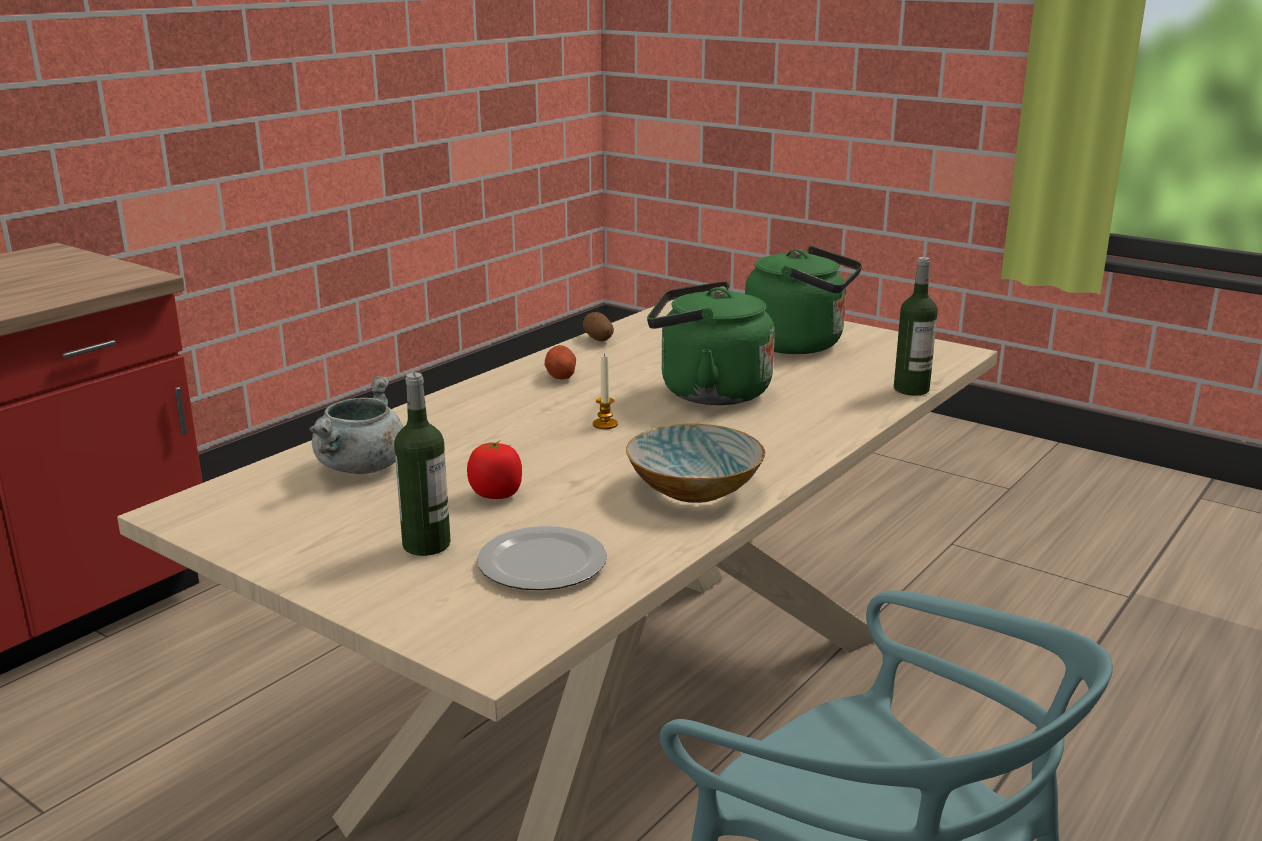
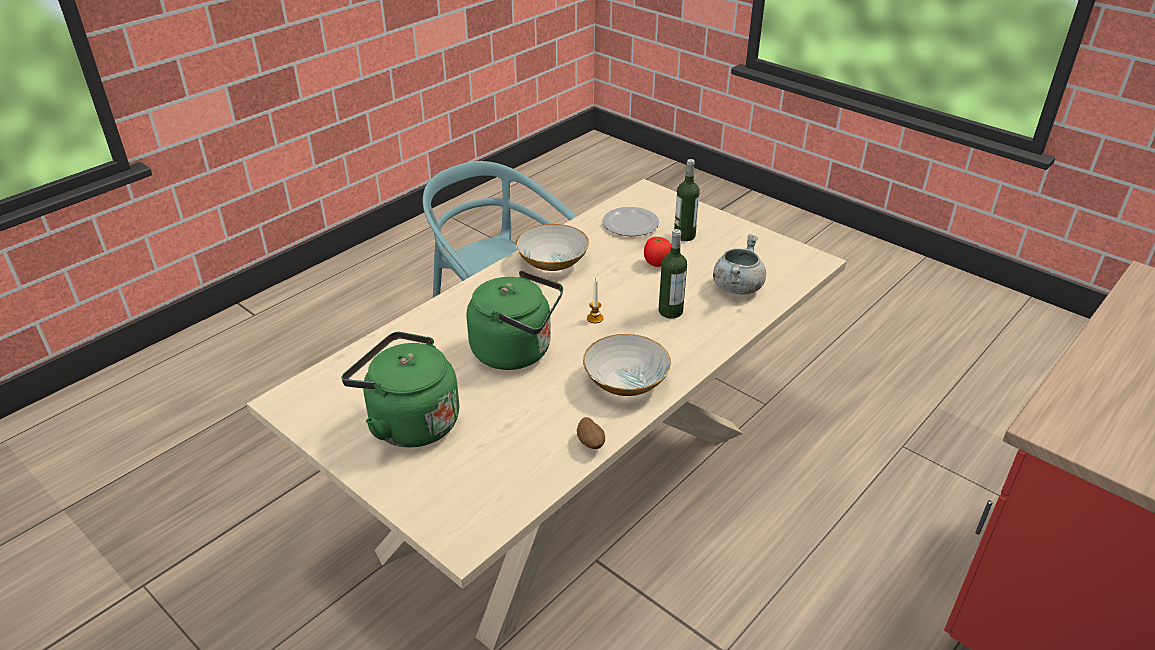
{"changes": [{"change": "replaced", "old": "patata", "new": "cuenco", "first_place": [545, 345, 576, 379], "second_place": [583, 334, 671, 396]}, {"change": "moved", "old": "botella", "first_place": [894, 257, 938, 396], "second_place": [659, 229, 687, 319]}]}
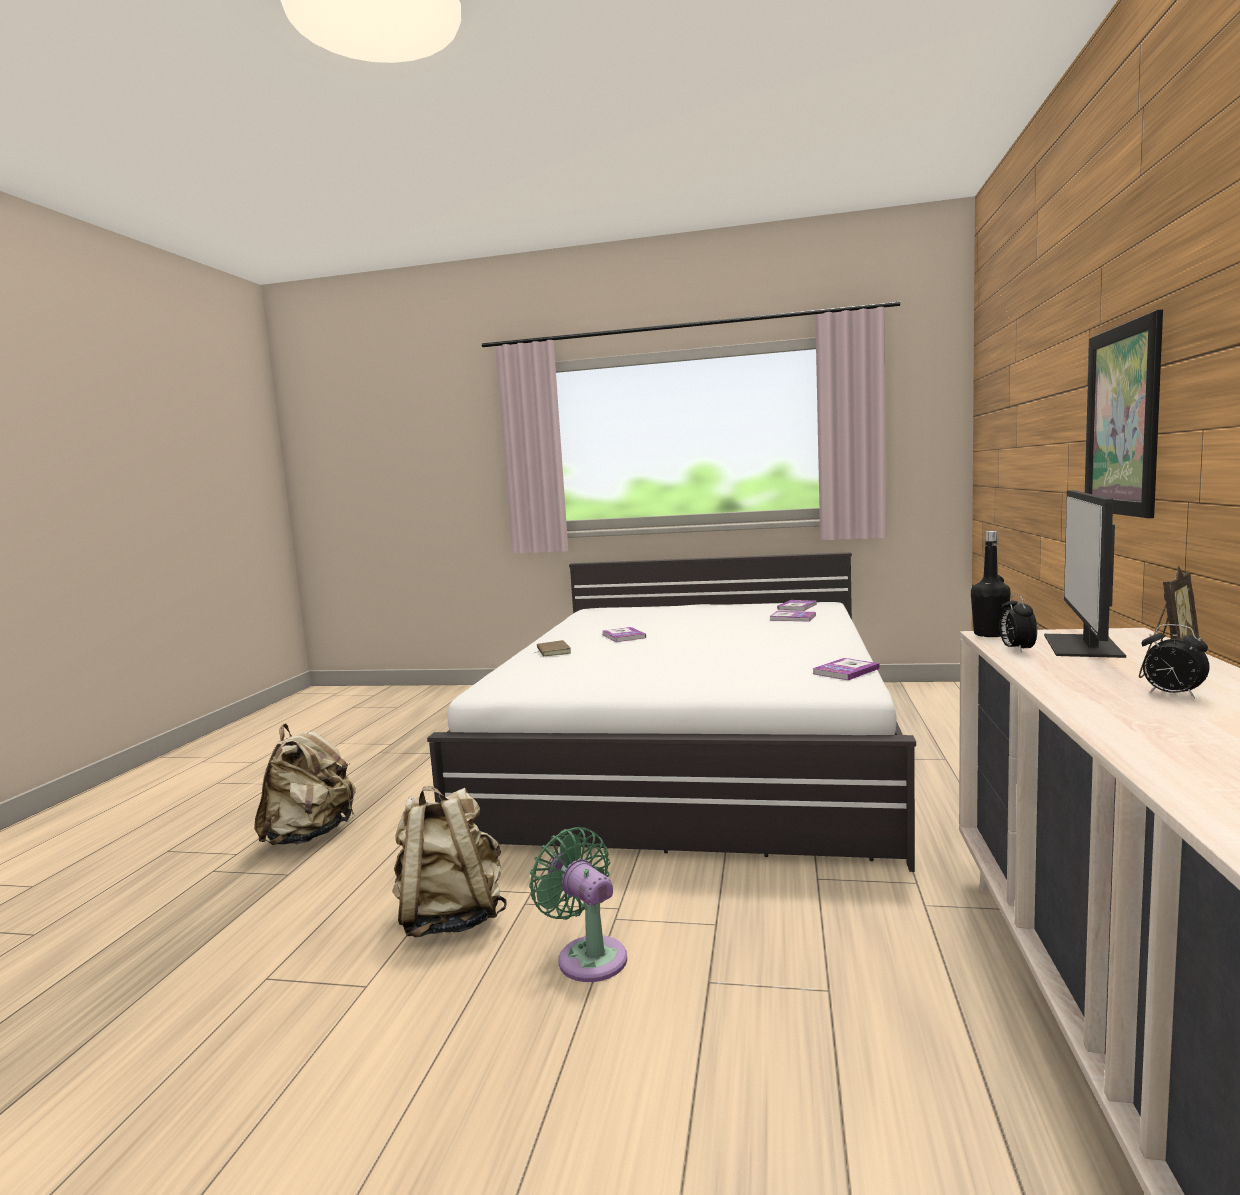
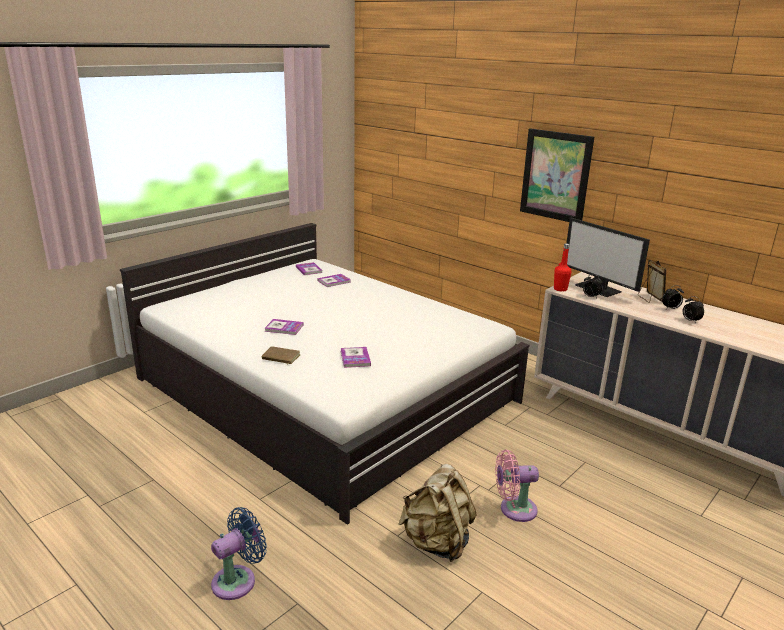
{"changes": [{"change": "replaced", "old": "mochila (beis)", "new": "ventilador (azul)", "first_place": [254, 724, 356, 845], "second_place": [211, 507, 267, 600]}, {"change": "recoloured", "old": "ventilador (verde)", "new": "ventilador (rosa)", "first_place": [529, 827, 627, 982], "second_place": [495, 450, 539, 522]}, {"change": "moved", "old": "libro", "first_place": [812, 658, 879, 680], "second_place": [341, 347, 371, 368]}, {"change": "recoloured", "old": "botella (negro)", "new": "botella (rojo)", "first_place": [971, 531, 1011, 637], "second_place": [554, 243, 572, 292]}, {"change": "added", "new": "despertador", "second_place": [682, 296, 704, 324]}]}
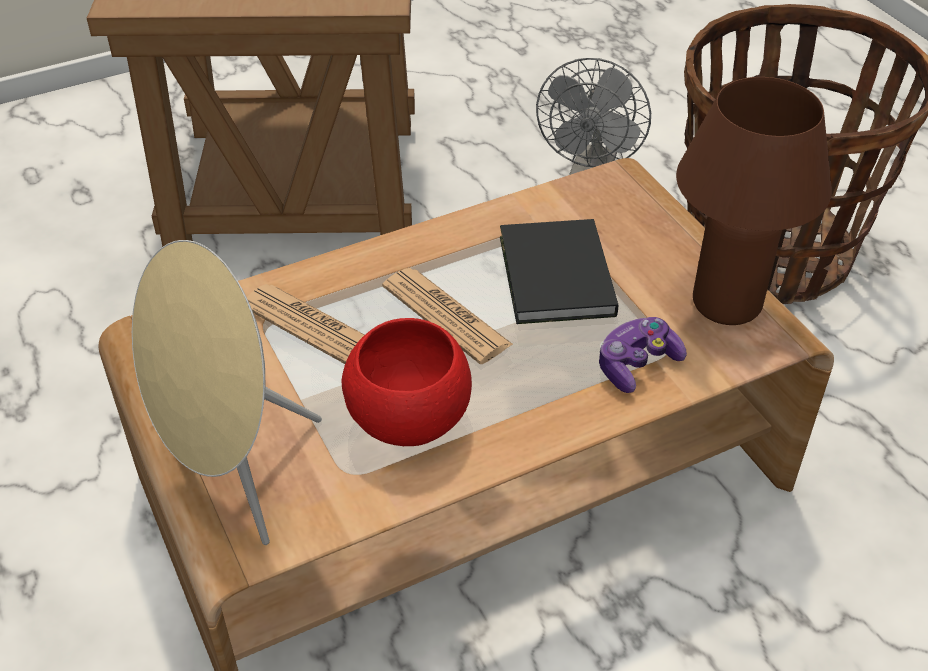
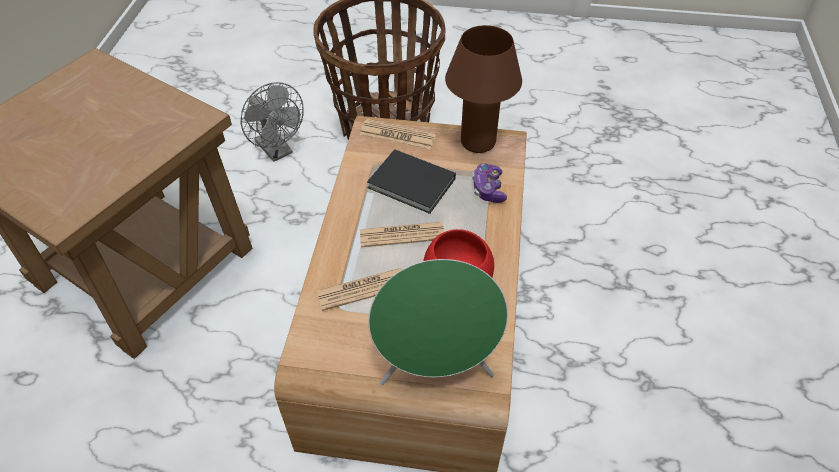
{"changes": [{"change": "recoloured", "old": "altavoz (beis)", "new": "altavoz (verde)", "first_place": [132, 240, 322, 545], "second_place": [368, 259, 508, 386]}, {"change": "added", "new": "periódico", "second_place": [360, 119, 436, 149]}]}
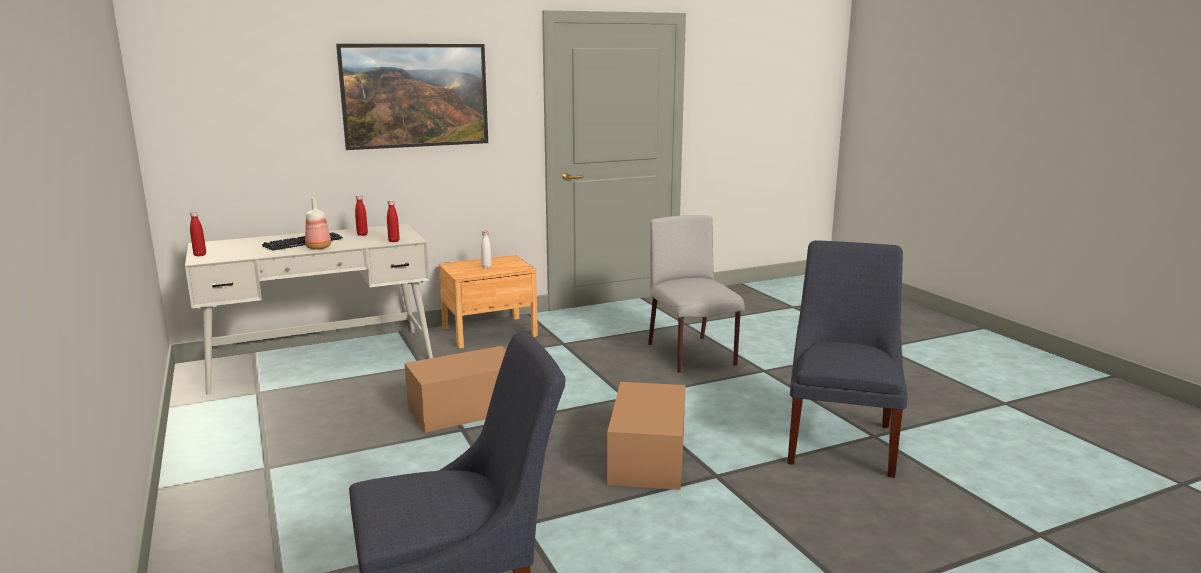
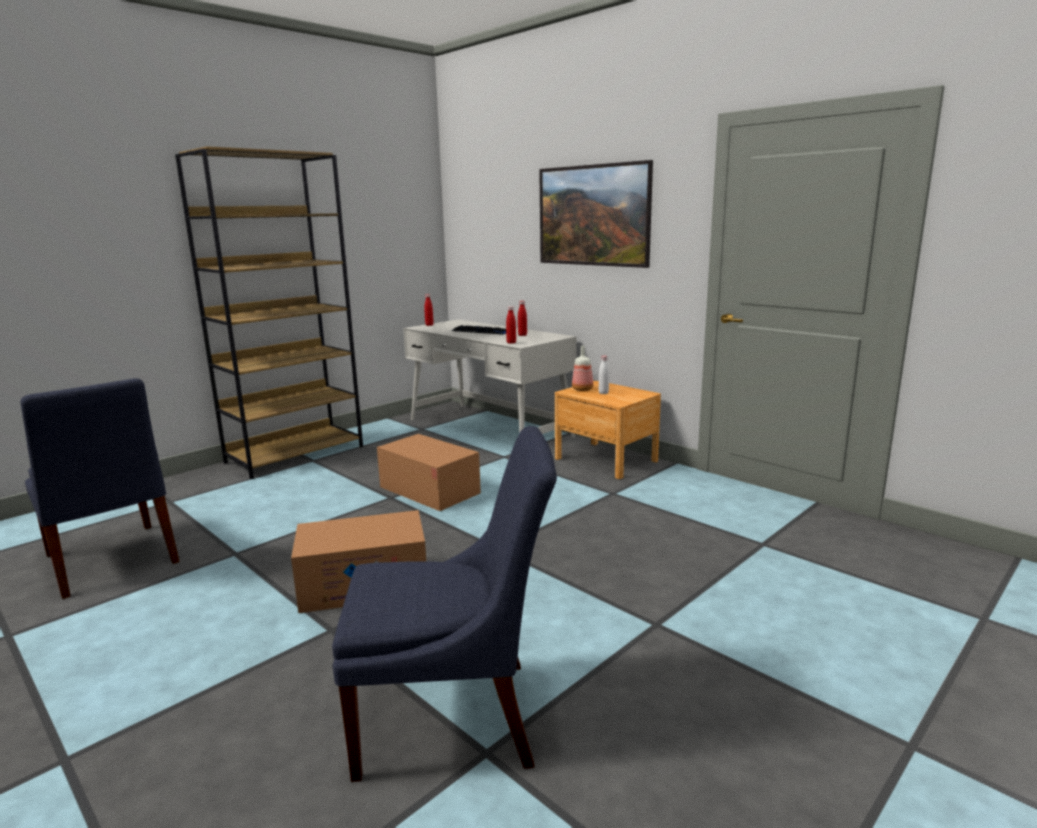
{"changes": [{"change": "moved", "old": "botella", "first_place": [305, 198, 331, 250], "second_place": [572, 346, 593, 391]}, {"change": "removed", "old": "silla (gris)", "first_place": [648, 215, 745, 373]}, {"change": "added", "new": "estantería (marrón)", "second_place": [175, 146, 363, 479]}]}
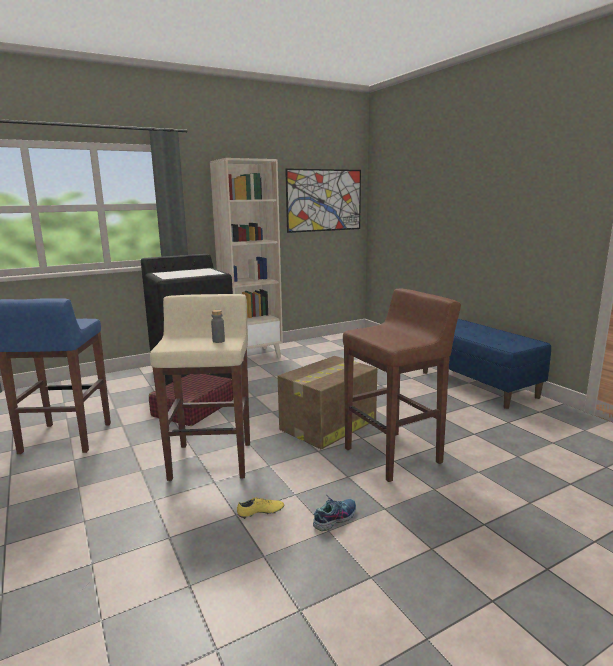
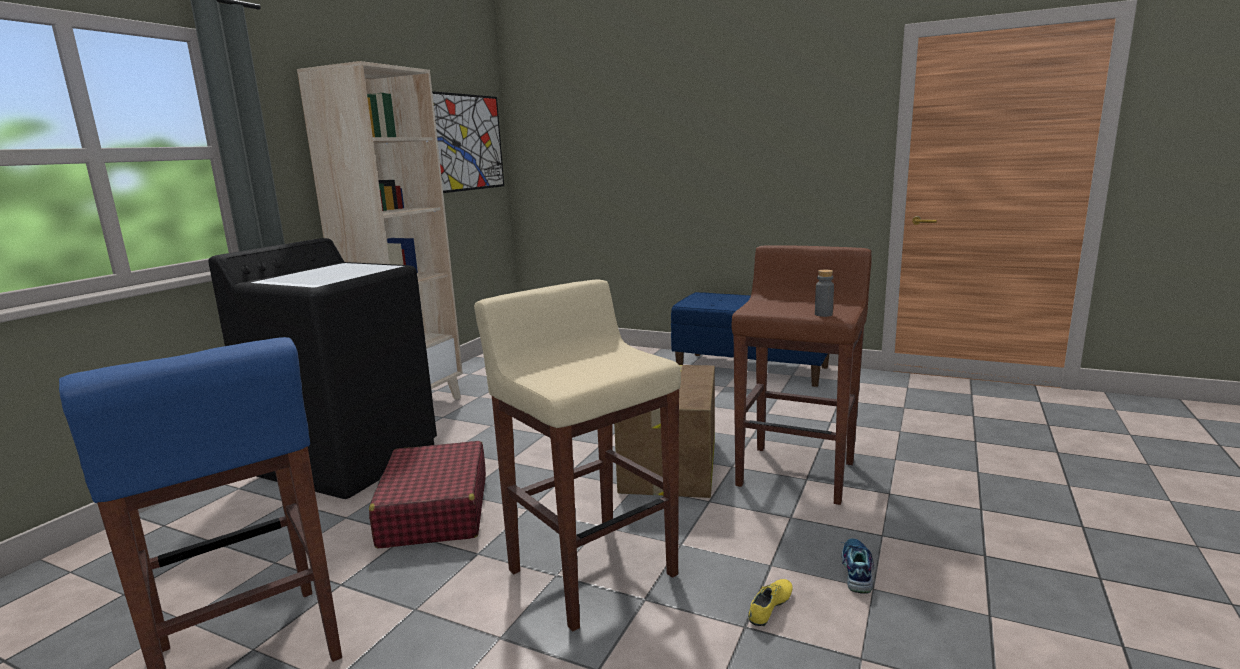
{"changes": [{"change": "moved", "old": "botella (gris)", "first_place": [211, 310, 225, 343], "second_place": [815, 269, 834, 317]}]}
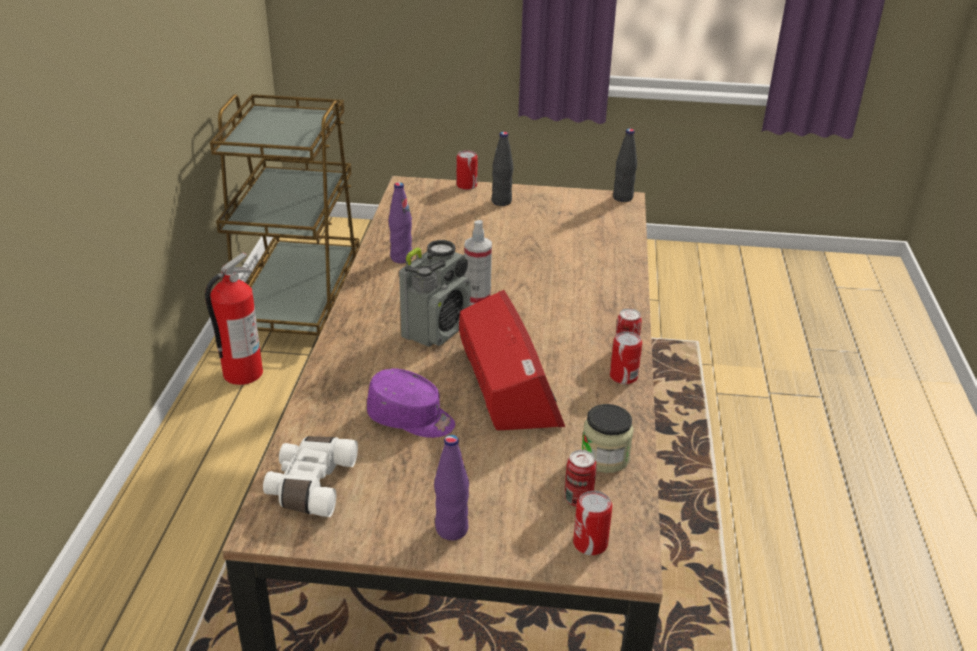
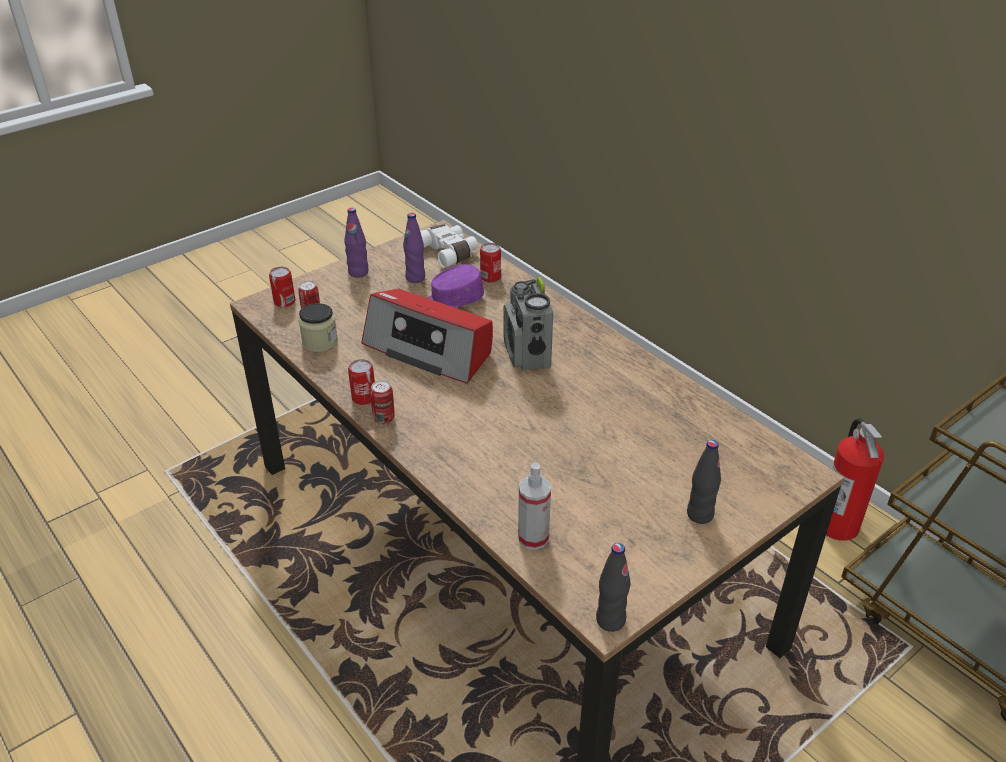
{"changes": [{"change": "moved", "old": "botella (morado)", "first_place": [389, 182, 413, 263], "second_place": [403, 213, 425, 283]}, {"change": "moved", "old": "lata", "first_place": [457, 150, 478, 190], "second_place": [480, 243, 501, 283]}, {"change": "moved", "old": "pulverizador", "first_place": [464, 220, 492, 305], "second_place": [518, 463, 551, 550]}]}
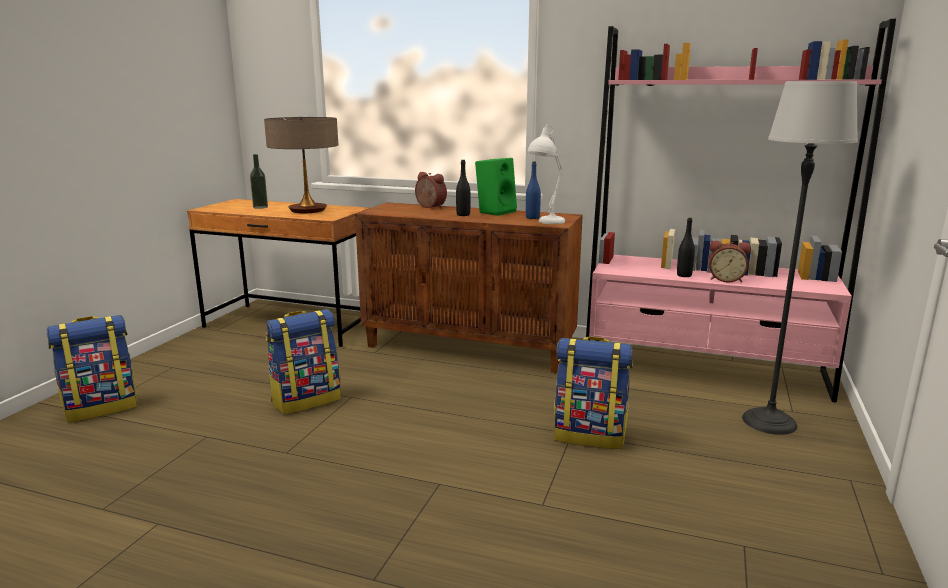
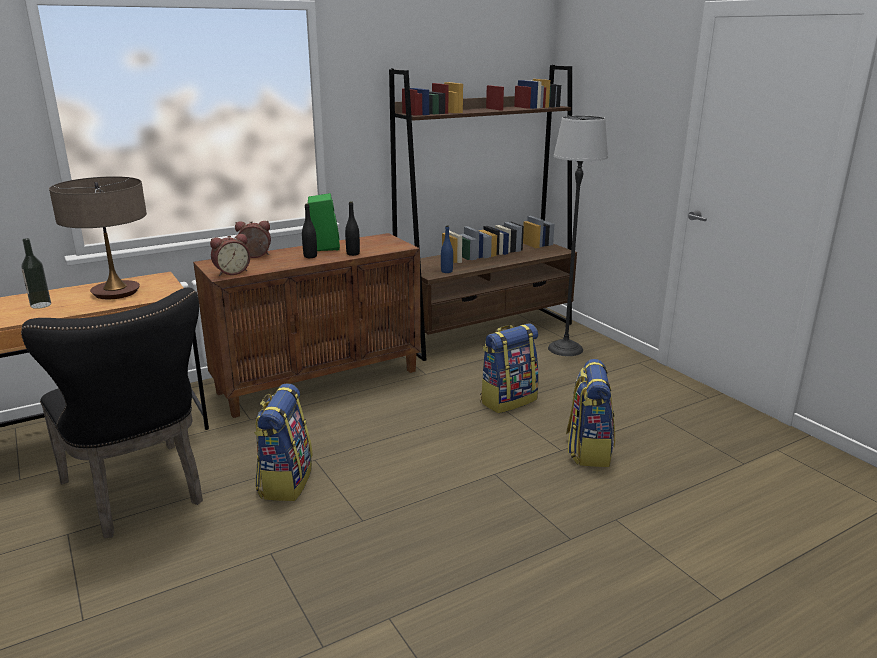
{"changes": [{"change": "moved", "old": "mochila", "first_place": [46, 315, 137, 423], "second_place": [566, 359, 615, 467]}, {"change": "moved", "old": "botella (azul)", "first_place": [526, 161, 541, 219], "second_place": [441, 226, 453, 273]}, {"change": "removed", "old": "lámpara de mesa (blanco)", "first_place": [528, 124, 565, 224]}, {"change": "recoloured", "old": "estantería (rosa)", "new": "estantería (marrón)", "first_place": [586, 19, 896, 403], "second_place": [389, 65, 577, 361]}, {"change": "moved", "old": "botella (negro)", "first_place": [677, 218, 695, 277], "second_place": [345, 201, 360, 256]}, {"change": "moved", "old": "despertador", "first_place": [709, 240, 751, 283], "second_place": [210, 234, 250, 276]}, {"change": "added", "new": "silla (negro)", "second_place": [21, 288, 203, 538]}]}
